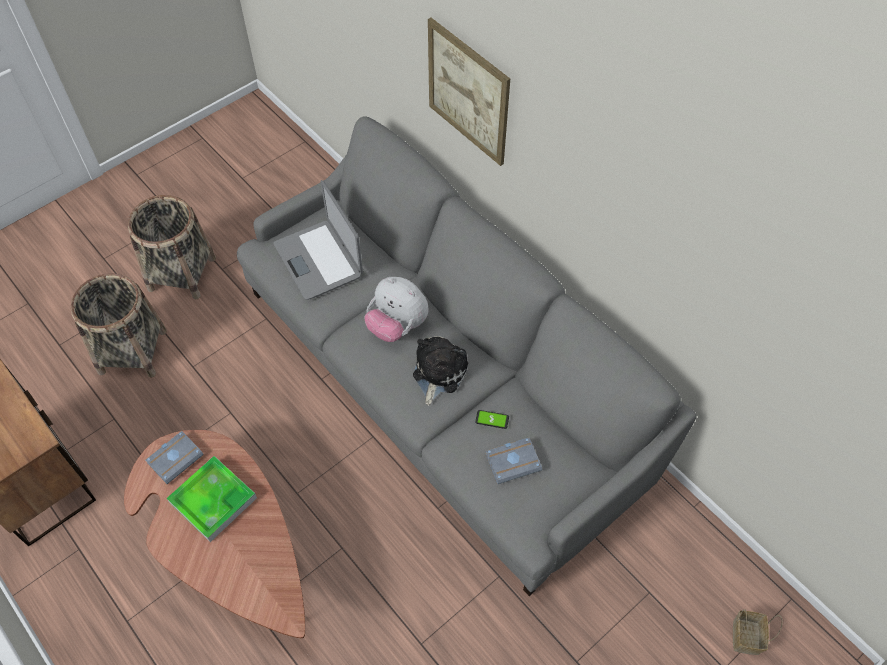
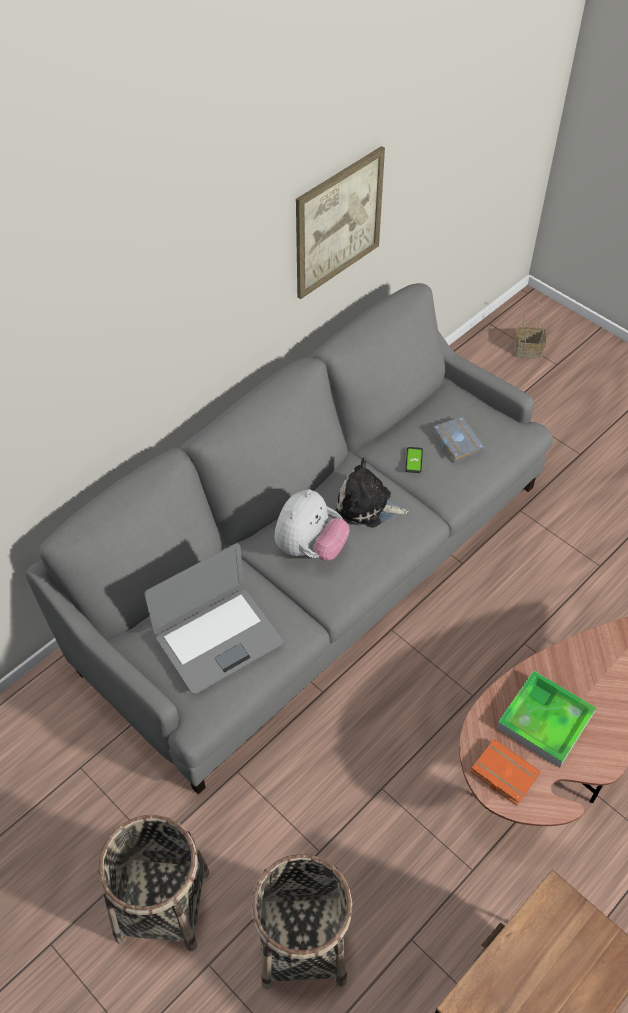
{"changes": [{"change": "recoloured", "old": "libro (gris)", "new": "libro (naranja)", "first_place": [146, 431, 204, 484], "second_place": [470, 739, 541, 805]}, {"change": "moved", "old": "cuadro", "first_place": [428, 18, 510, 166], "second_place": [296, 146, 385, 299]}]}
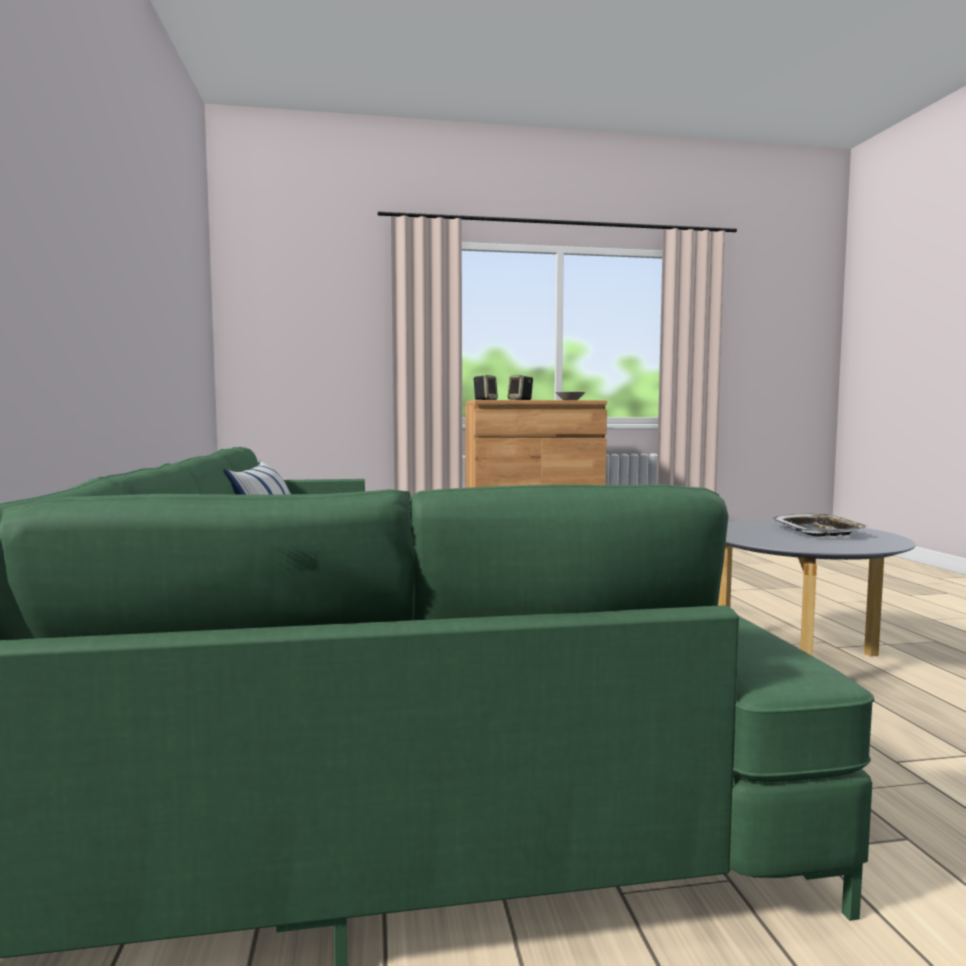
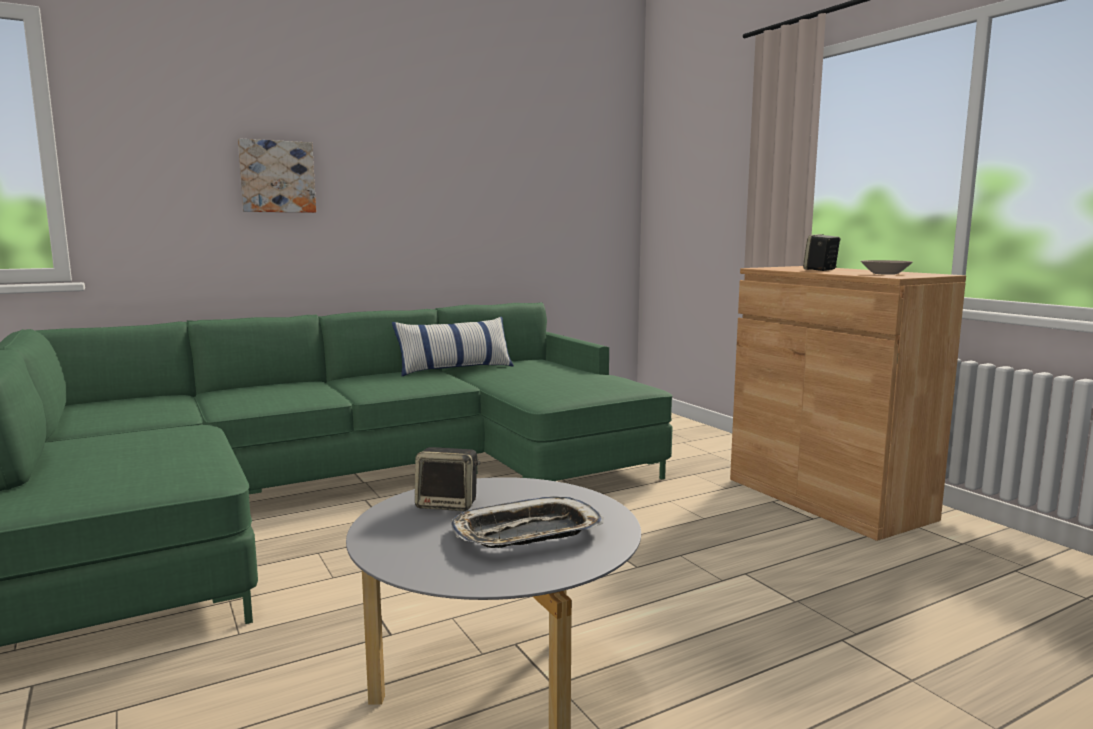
{"changes": [{"change": "moved", "old": "altavoz", "first_place": [473, 375, 498, 400], "second_place": [415, 447, 480, 511]}, {"change": "added", "new": "cuadro", "second_place": [238, 139, 316, 213]}]}
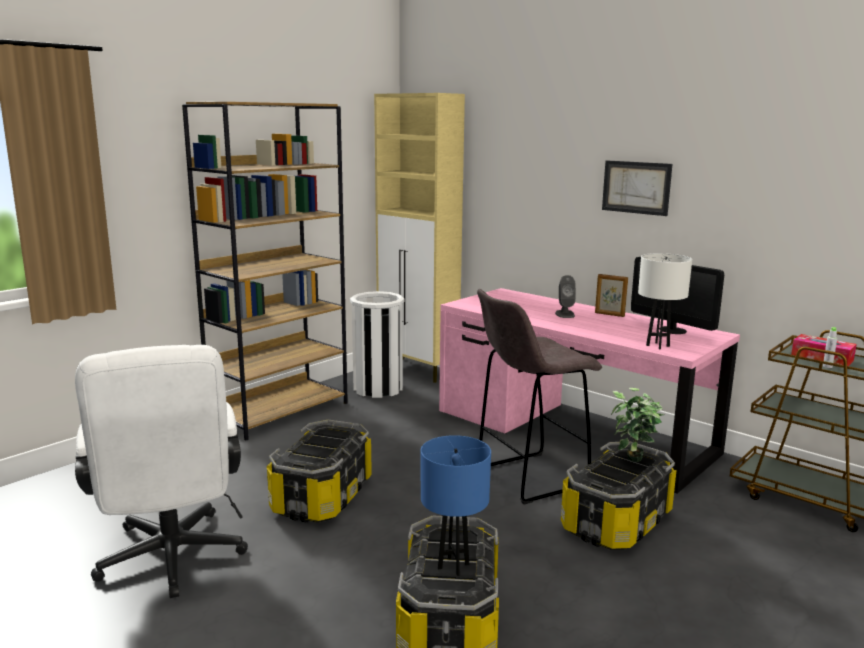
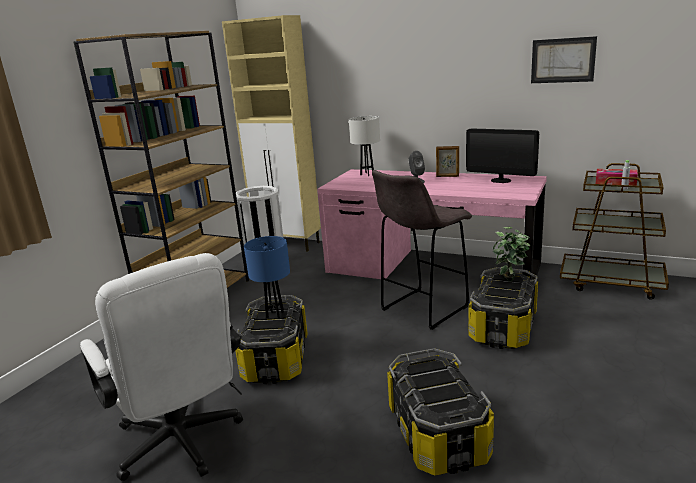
{"changes": [{"change": "moved", "old": "lámpara de mesa (azul)", "first_place": [421, 435, 491, 576], "second_place": [244, 236, 290, 319]}, {"change": "moved", "old": "cuadro", "first_place": [602, 160, 673, 216], "second_place": [531, 36, 597, 83]}, {"change": "moved", "old": "lámpara de mesa (blanco)", "first_place": [638, 253, 692, 350], "second_place": [349, 116, 380, 176]}]}
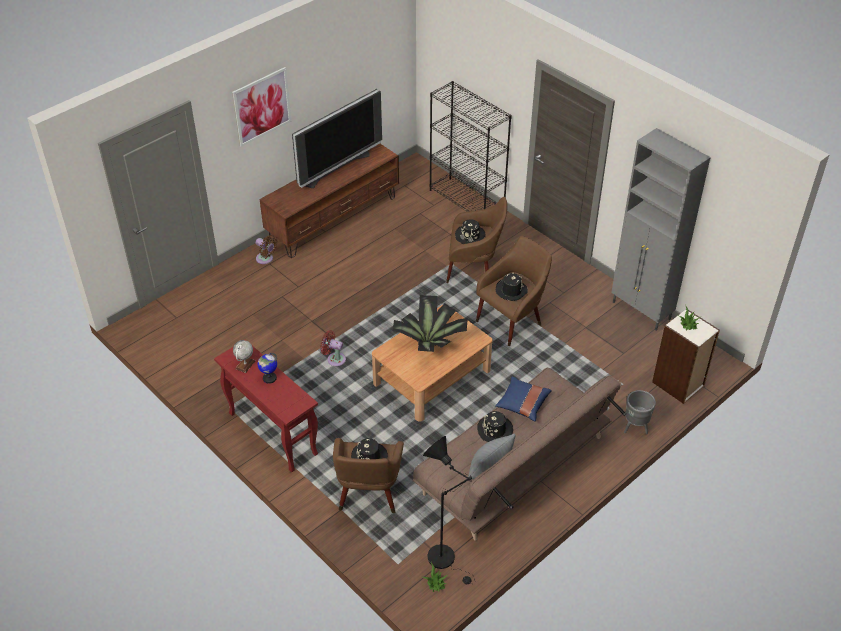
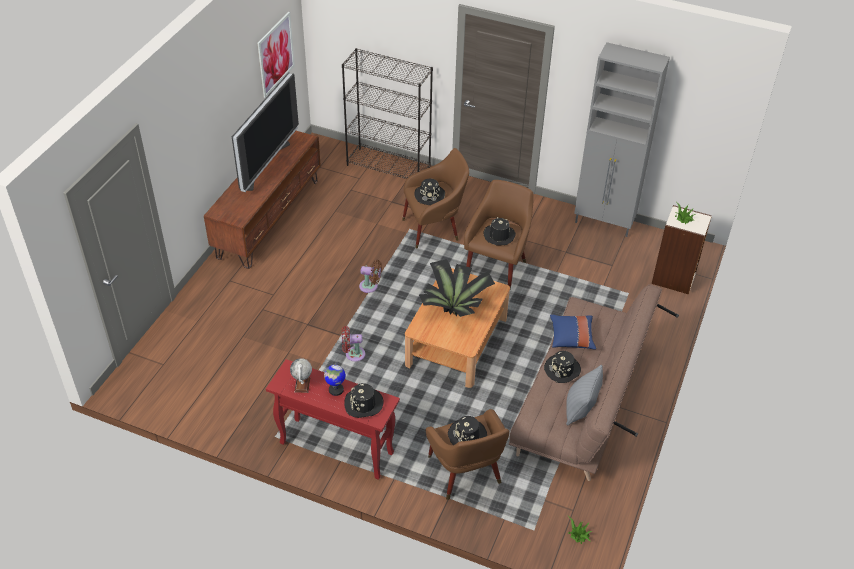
{"changes": [{"change": "moved", "old": "cuadro", "first_place": [232, 67, 291, 147], "second_place": [257, 12, 295, 98]}, {"change": "moved", "old": "ventilador (marrón)", "first_place": [256, 235, 277, 264], "second_place": [359, 260, 382, 293]}, {"change": "removed", "old": "lámpara de pie (negro)", "first_place": [423, 436, 475, 584]}, {"change": "removed", "old": "maceta (gris)", "first_place": [624, 390, 656, 434]}, {"change": "added", "new": "sombrero (negro)", "second_place": [344, 383, 384, 418]}]}
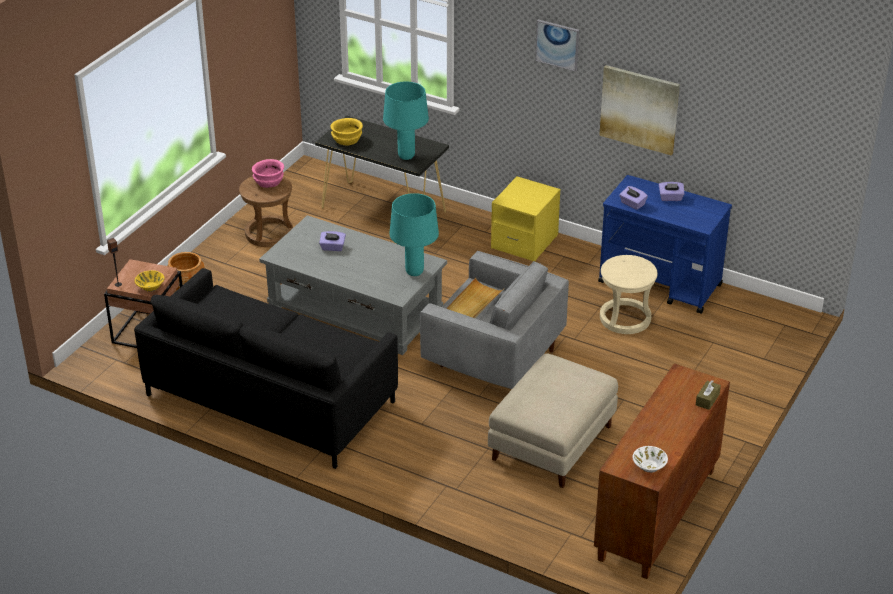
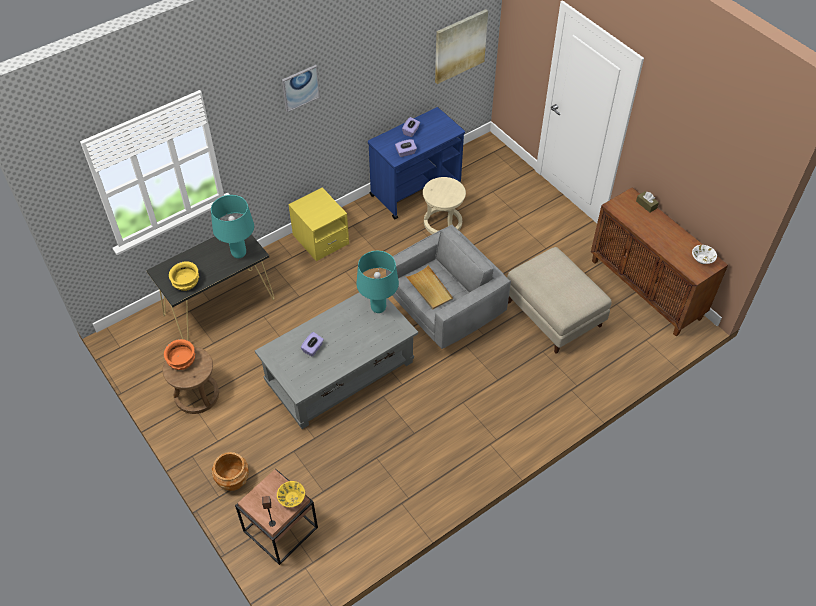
{"changes": [{"change": "removed", "old": "sofá (negro)", "first_place": [134, 268, 398, 469]}, {"change": "recoloured", "old": "cuenco (rosa)", "new": "cuenco (naranja)", "first_place": [252, 159, 284, 188], "second_place": [164, 339, 195, 370]}, {"change": "moved", "old": "cuadro", "first_place": [599, 65, 680, 155], "second_place": [435, 9, 488, 84]}]}
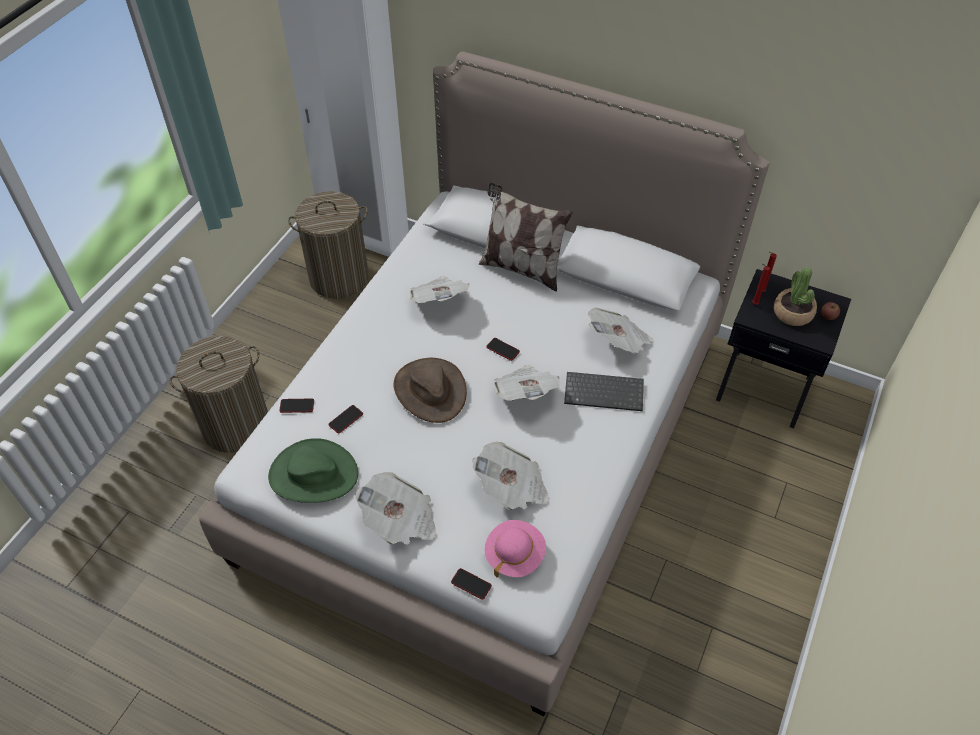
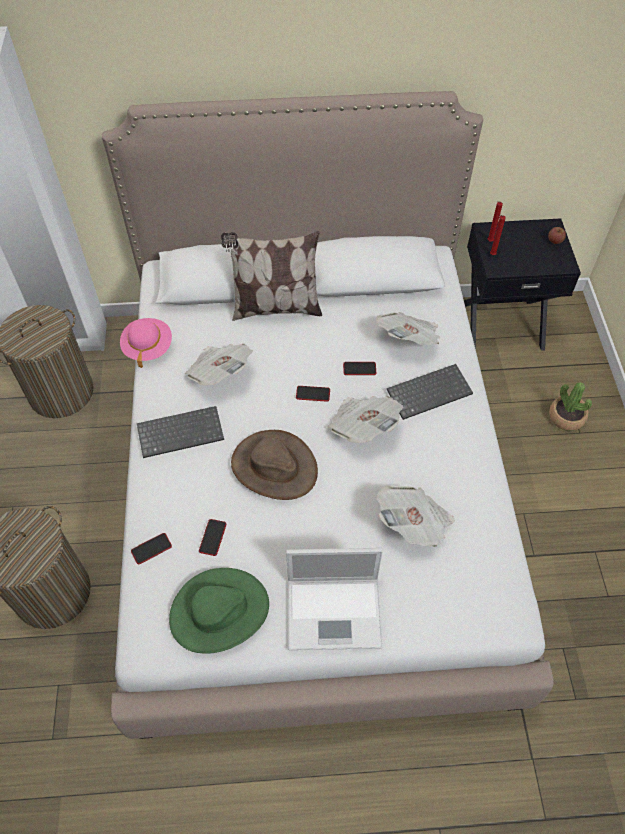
{"changes": [{"change": "replaced", "old": "periódico", "new": "portátil", "first_place": [356, 472, 437, 545], "second_place": [286, 548, 383, 650]}, {"change": "moved", "old": "móvil", "first_place": [451, 568, 492, 600], "second_place": [343, 362, 376, 375]}, {"change": "moved", "old": "sombrero (rosa)", "first_place": [484, 520, 546, 577], "second_place": [120, 318, 172, 368]}, {"change": "moved", "old": "planta en maceta", "first_place": [774, 267, 817, 326], "second_place": [549, 382, 592, 431]}, {"change": "added", "new": "teclado", "second_place": [137, 406, 224, 458]}]}
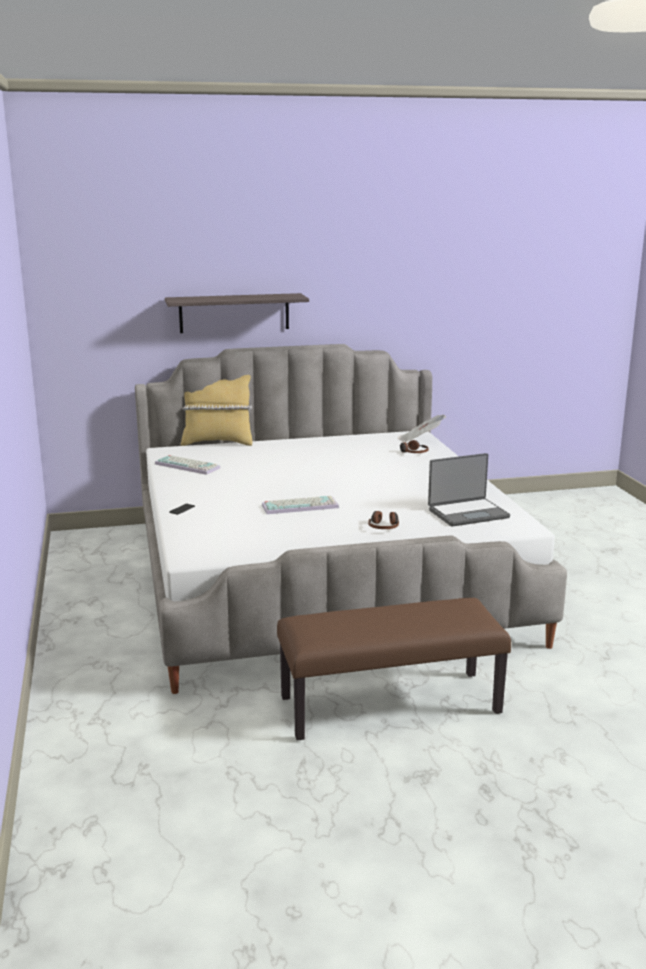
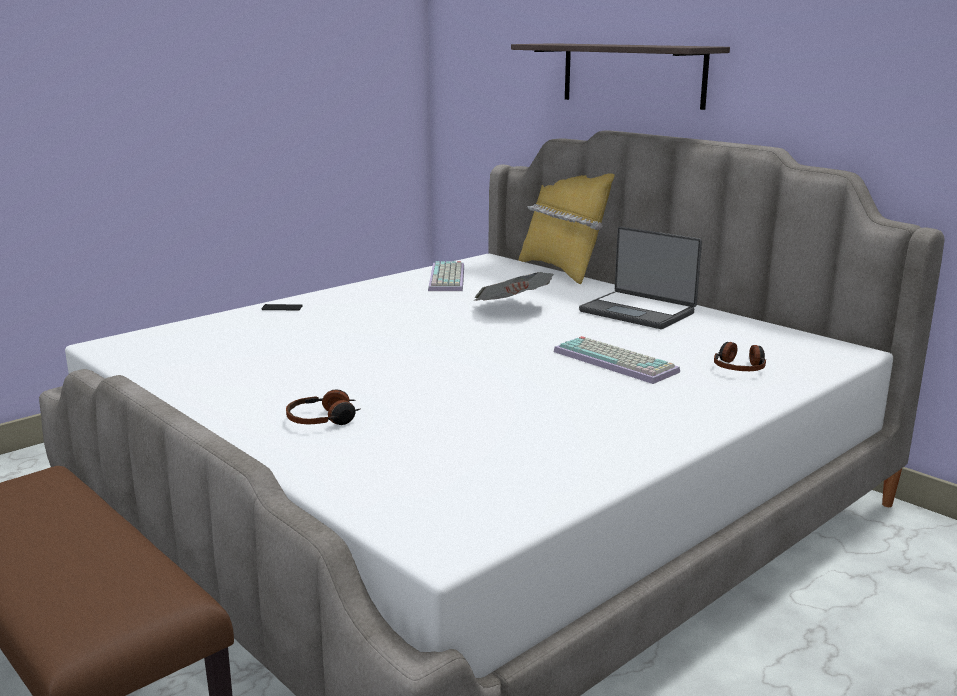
{"changes": [{"change": "moved", "old": "teclado", "first_place": [262, 496, 339, 514], "second_place": [554, 336, 680, 384]}, {"change": "moved", "old": "periódico", "first_place": [398, 415, 446, 442], "second_place": [475, 272, 554, 301]}, {"change": "moved", "old": "portátil", "first_place": [428, 453, 510, 527], "second_place": [579, 227, 702, 329]}]}
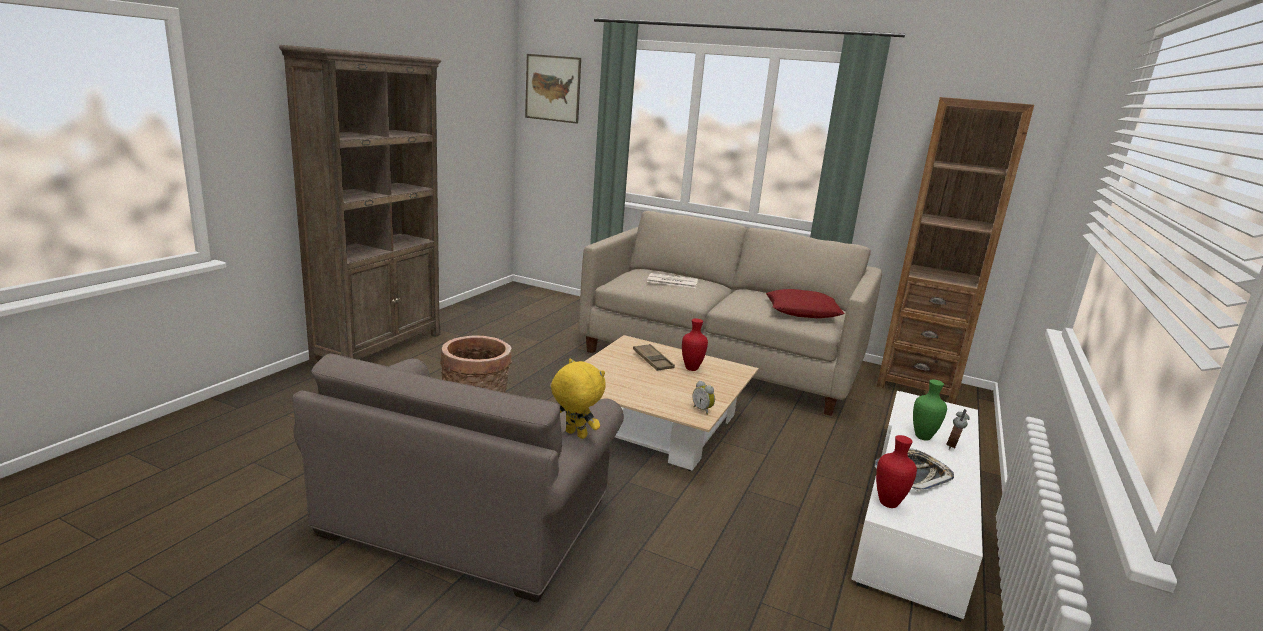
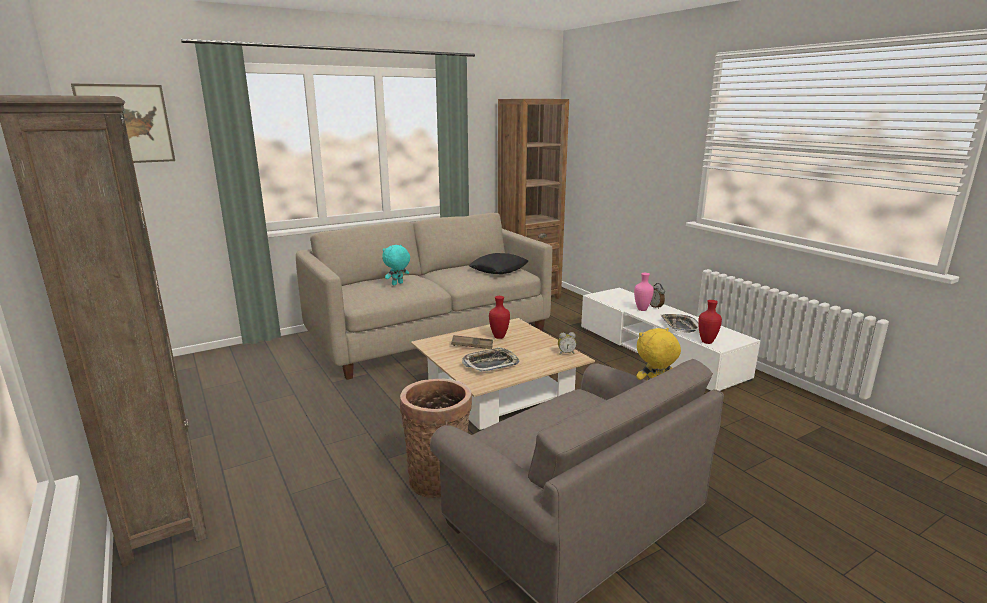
{"changes": [{"change": "replaced", "old": "periódico", "new": "peluche (turquesa)", "first_place": [647, 273, 698, 288], "second_place": [382, 245, 410, 285]}, {"change": "recoloured", "old": "cojín (rojo)", "new": "cojín (negro)", "first_place": [766, 289, 844, 318], "second_place": [469, 253, 528, 274]}, {"change": "recoloured", "old": "florero (verde)", "new": "florero (rosa)", "first_place": [913, 380, 947, 441], "second_place": [634, 273, 654, 311]}, {"change": "added", "new": "bandeja", "second_place": [462, 347, 520, 372]}]}
